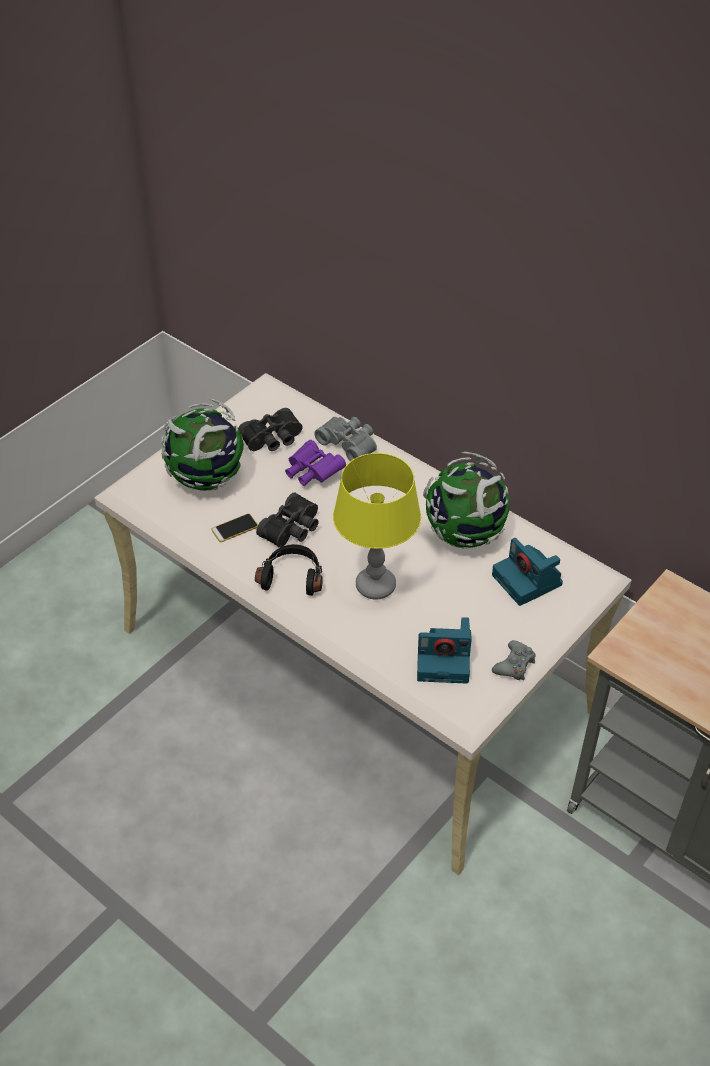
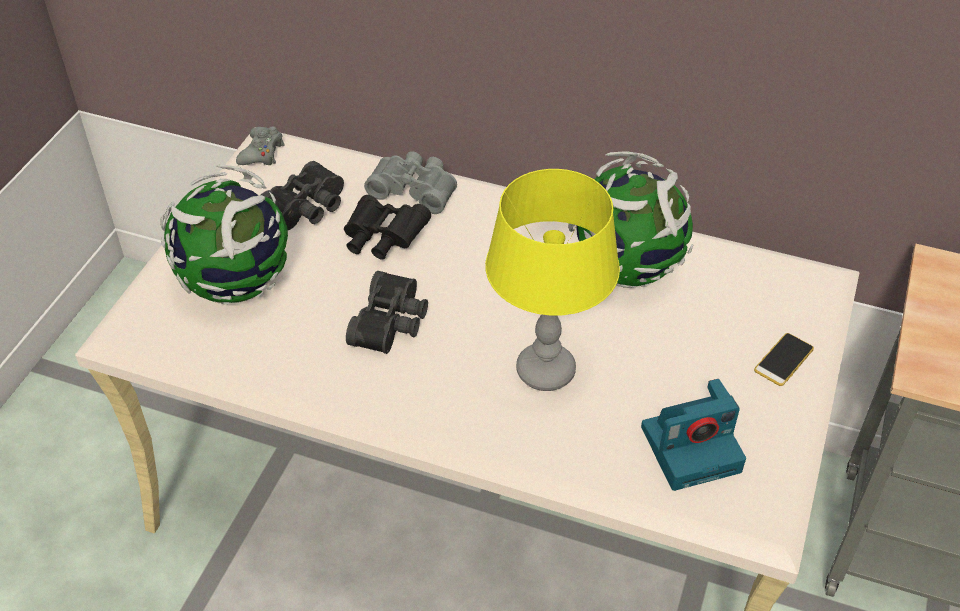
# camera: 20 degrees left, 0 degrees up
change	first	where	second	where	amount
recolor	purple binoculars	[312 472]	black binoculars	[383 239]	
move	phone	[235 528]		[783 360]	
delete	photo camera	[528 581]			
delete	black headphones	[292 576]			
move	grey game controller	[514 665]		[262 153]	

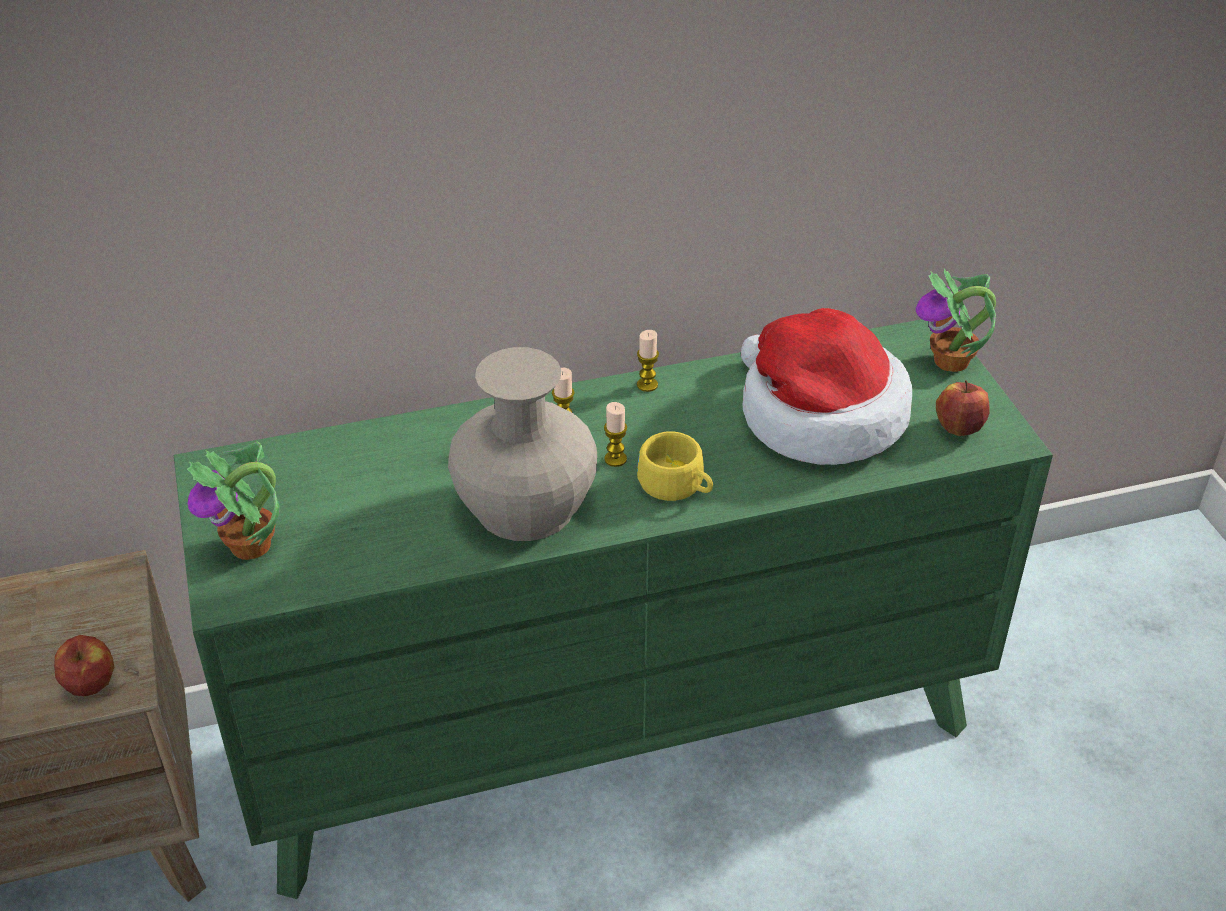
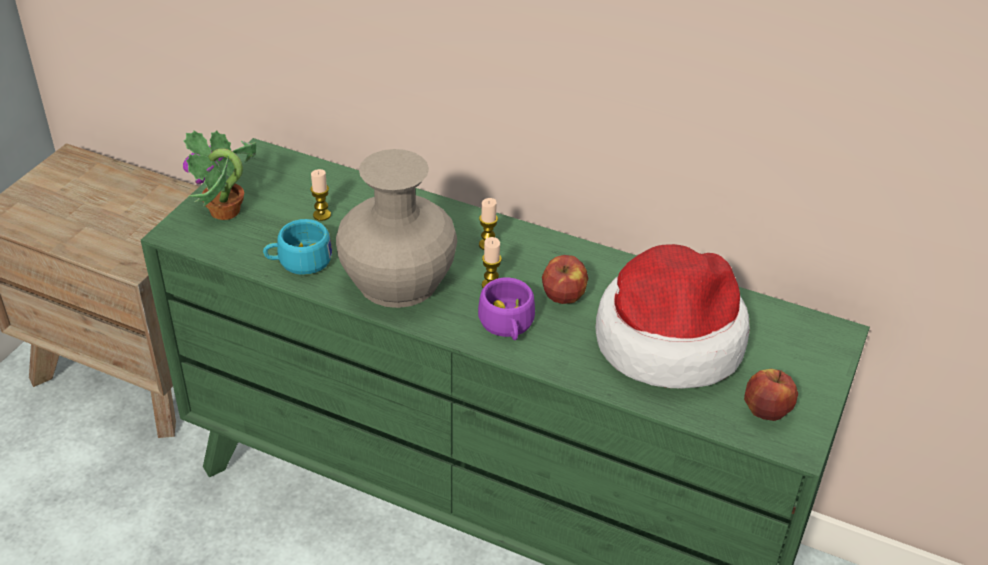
# camera: 40 degrees right, 0 degrees up
change	first	where	second	where	amount
delete	potted plant	[952 362]			
move	candle	[647 385]		[322 215]	
recolor	yellow cup	[677 485]	purple cup	[507 325]	
move	apple	[90 682]		[564 295]	
insert			turquoise cup	[299 261]	

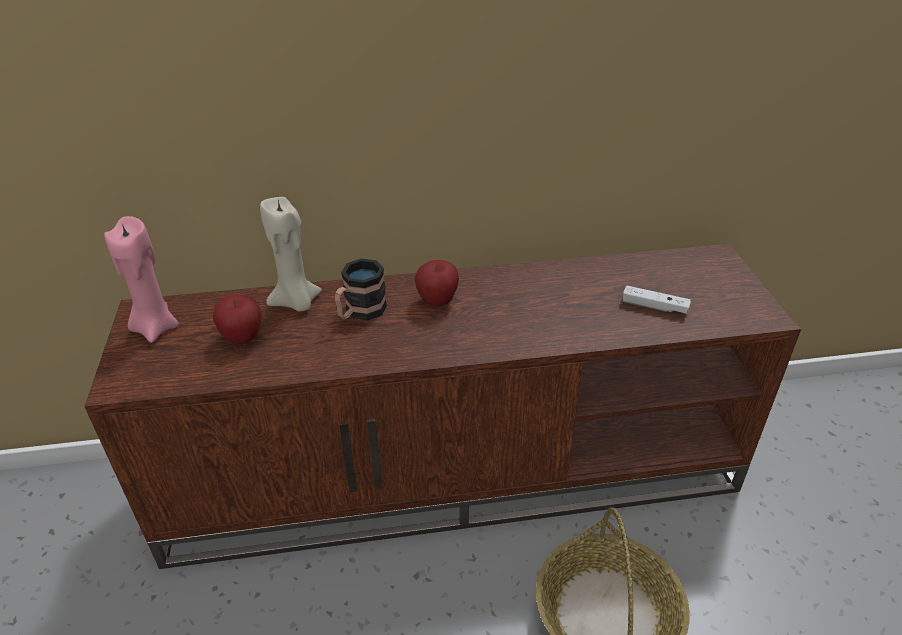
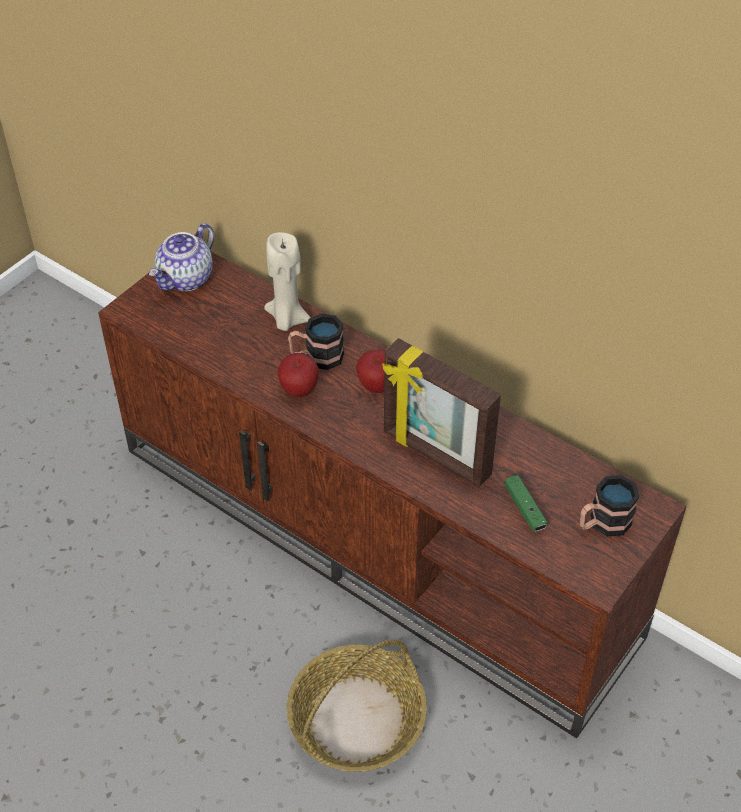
# camera: 45 degrees right, 10 degrees up
change	first	where	second	where	amount
replace	pink candle	[155 328]	teapot	[186 279]	
recolor	white game controller	[654 307]	green game controller	[524 508]	
move	apple	[243 338]		[299 390]	
insert			picture frame	[435 455]	
insert			mug	[603 523]	

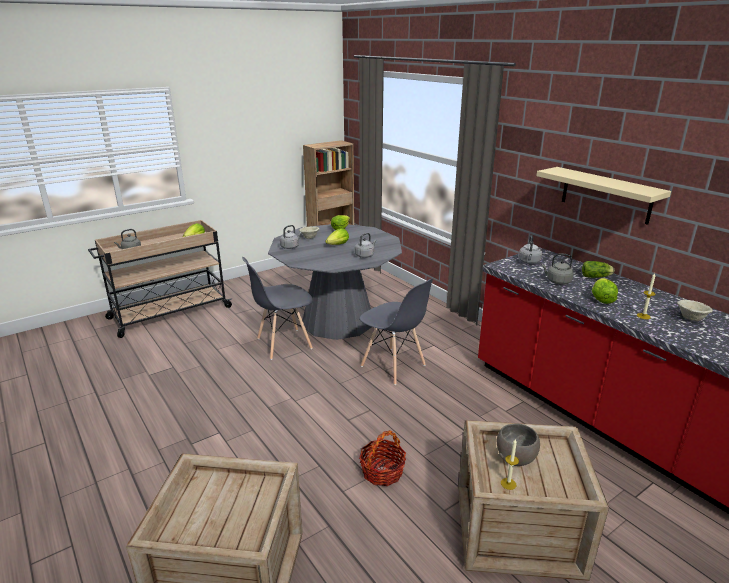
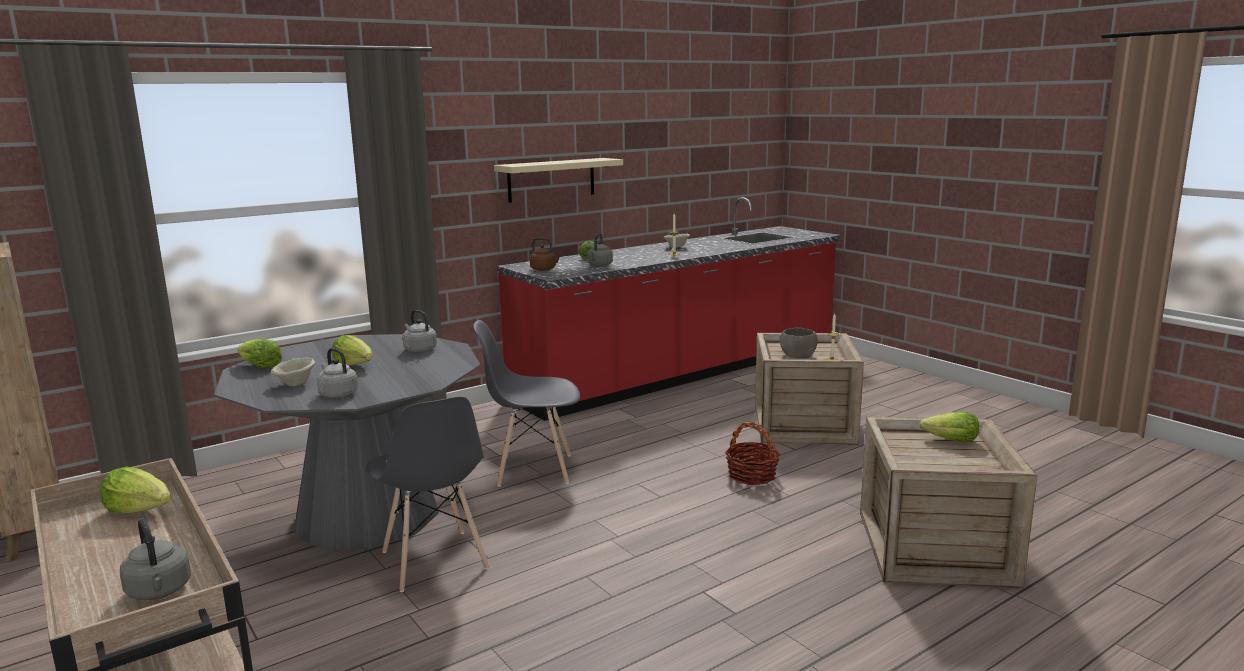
# camera: 90 degrees left, 10 degrees down
change	first	where	second	where	amount
recolor	grey kettle	[529 262]	brown kettle	[544 269]	
move	lettuce	[602 298]		[951 441]	
rotate	grey chair	[393 366]		[534 470]	135 degrees counterclockwise

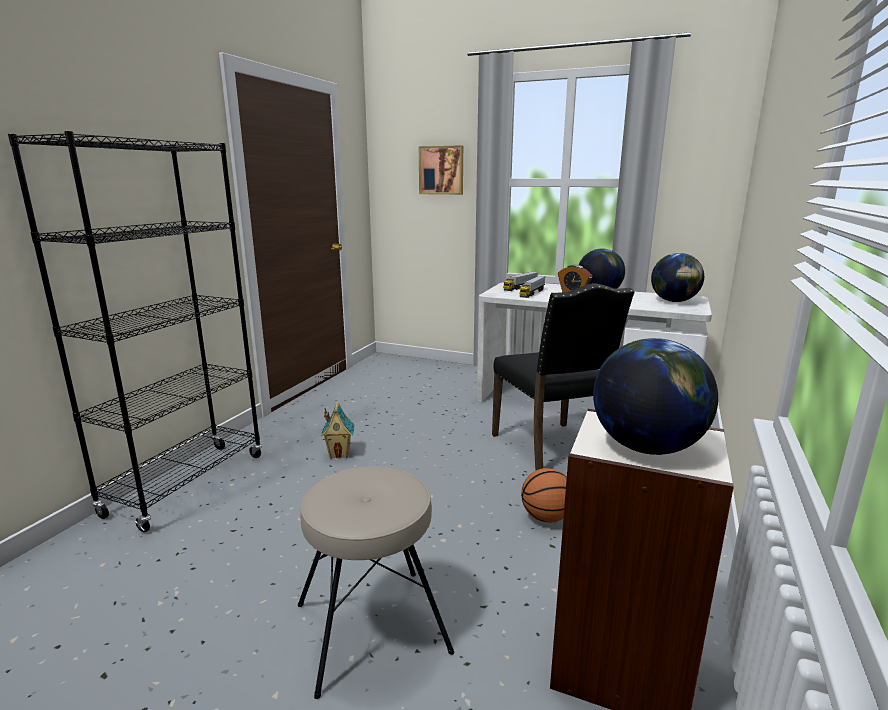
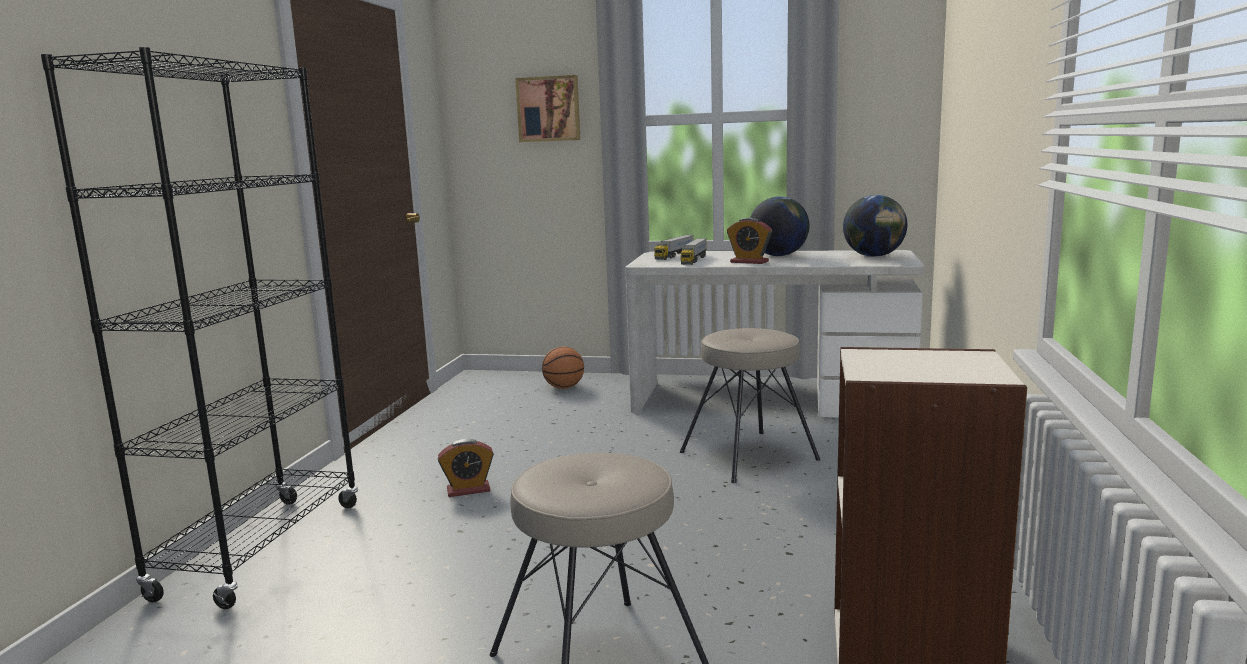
# camera: 10 degrees left, 5 degrees down
change	first	where	second	where	amount
replace	black chair	[551 450]	beige stool	[749 456]	
delete	globe	[646 447]			
replace	toy house	[340 453]	alarm clock	[468 490]	
move	basketball	[546 517]		[564 387]	

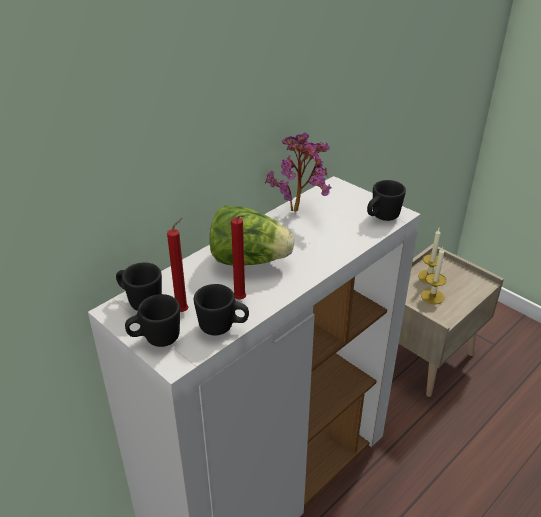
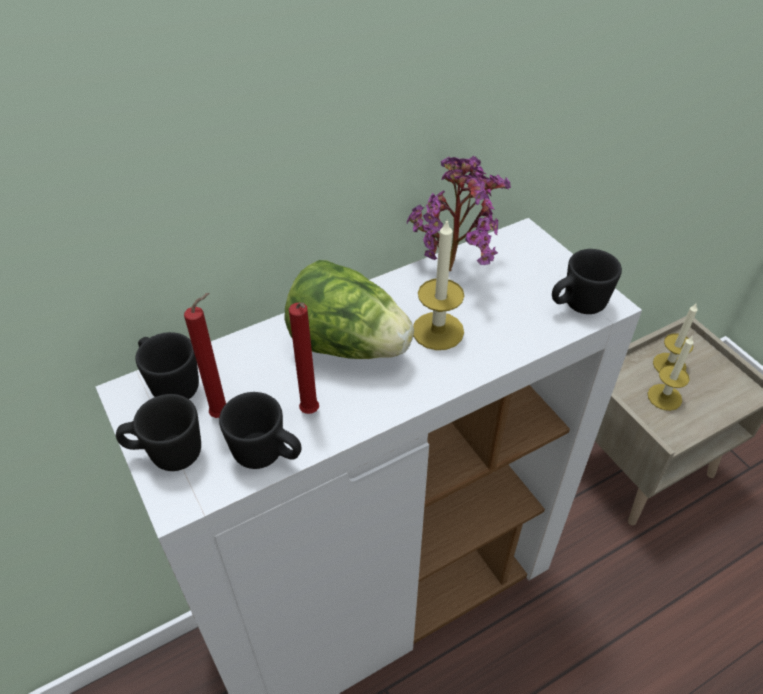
# camera: 15 degrees right, 10 degrees up
change	first	where	second	where	amount
insert			candle	[438 331]	

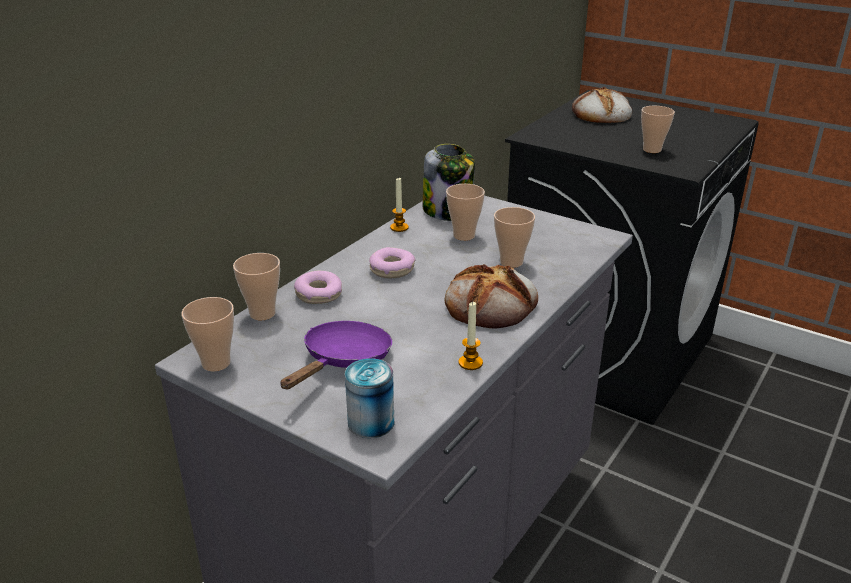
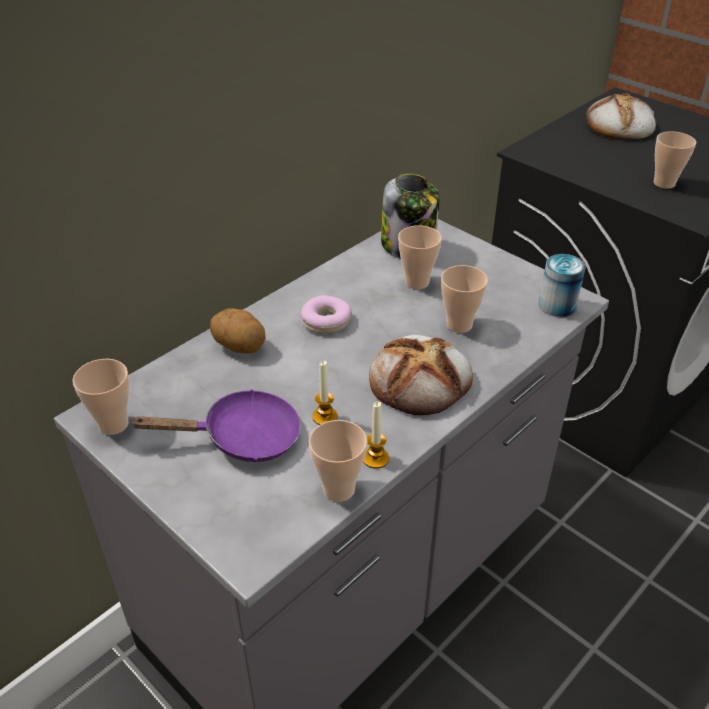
# camera: 10 degrees right, 10 degrees up
change	first	where	second	where	amount
move	candle	[399 227]		[325 417]	
move	cup	[262 313]		[338 489]	
replace	donut	[318 295]	potato	[240 346]	
rotate	purple frying pan	[343 360]		[242 438]	45 degrees clockwise
move	can	[371 422]		[557 305]	

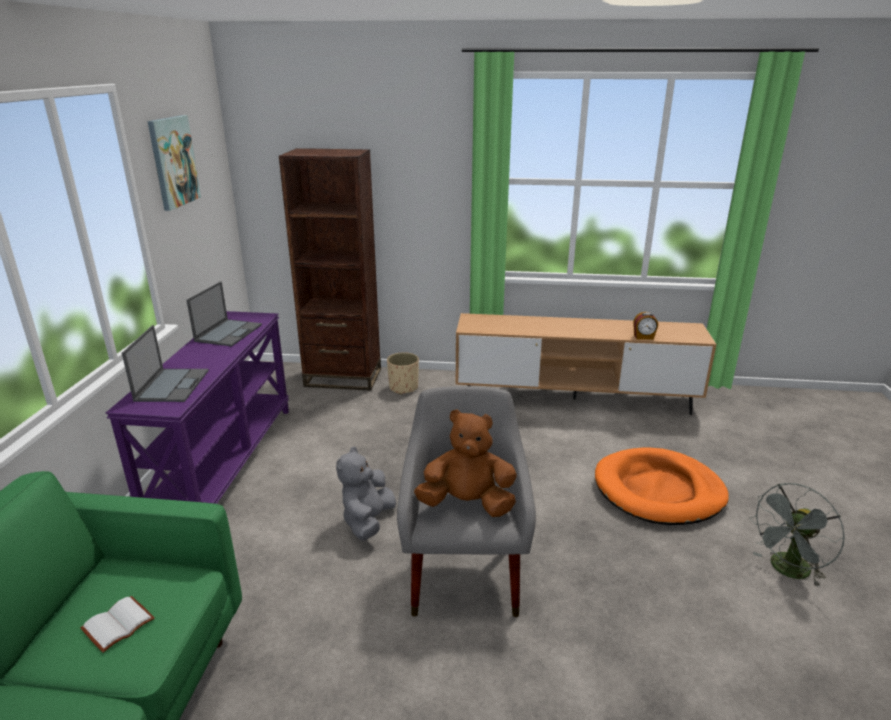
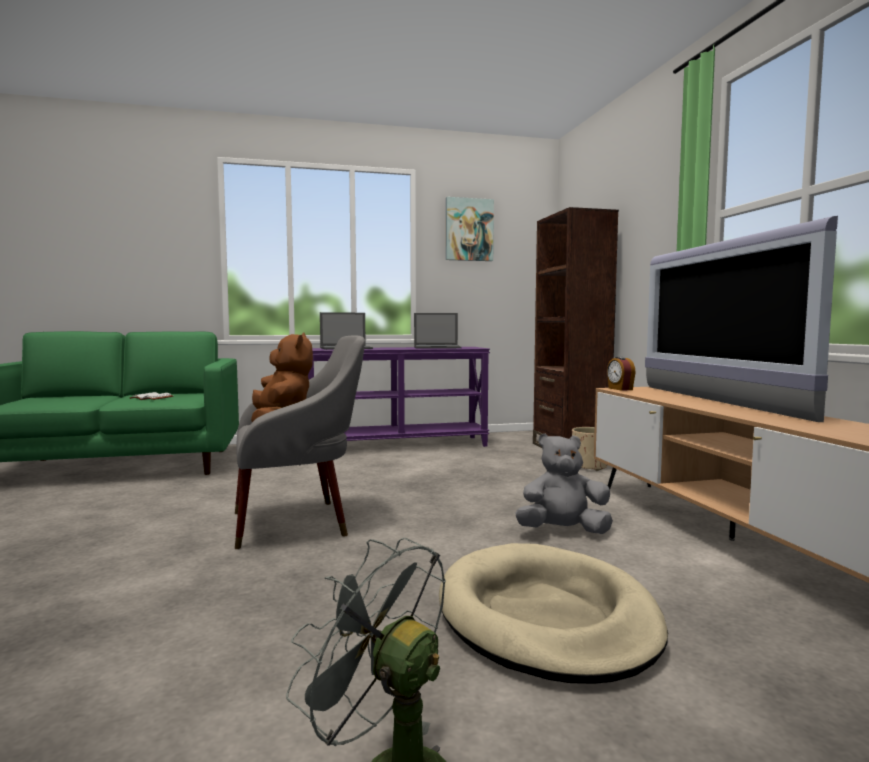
# camera: 70 degrees right, 20 degrees down
change	first	where	second	where	amount
move	alarm clock	[643 337]		[620 389]	
move	grey plush toy	[368 521]		[563 531]	
recolor	orange dog bed	[658 491]	beige dog bed	[546 617]	
insert			television	[714 401]	

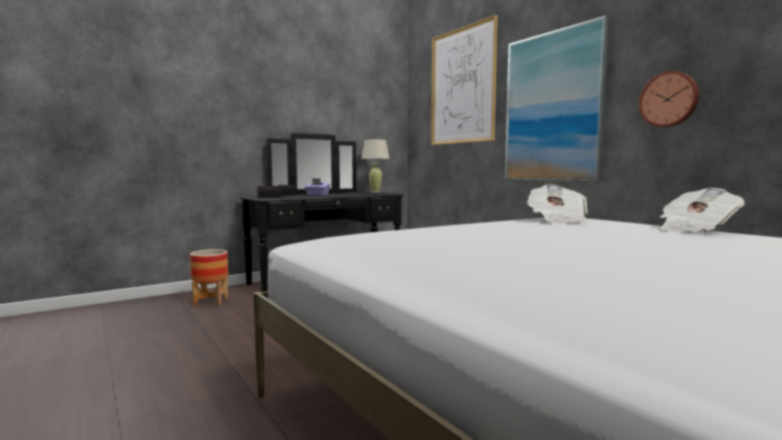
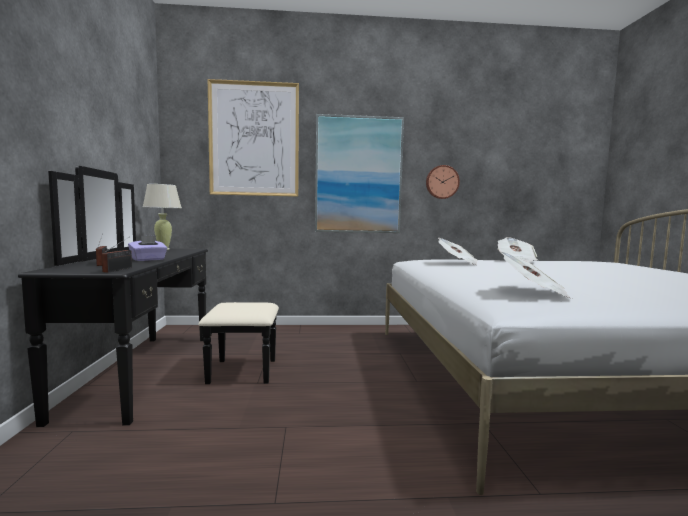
# camera: 60 degrees left, 0 degrees up
change	first	where	second	where	amount
delete	planter	[210 301]			
insert			newspaper	[534 292]	

